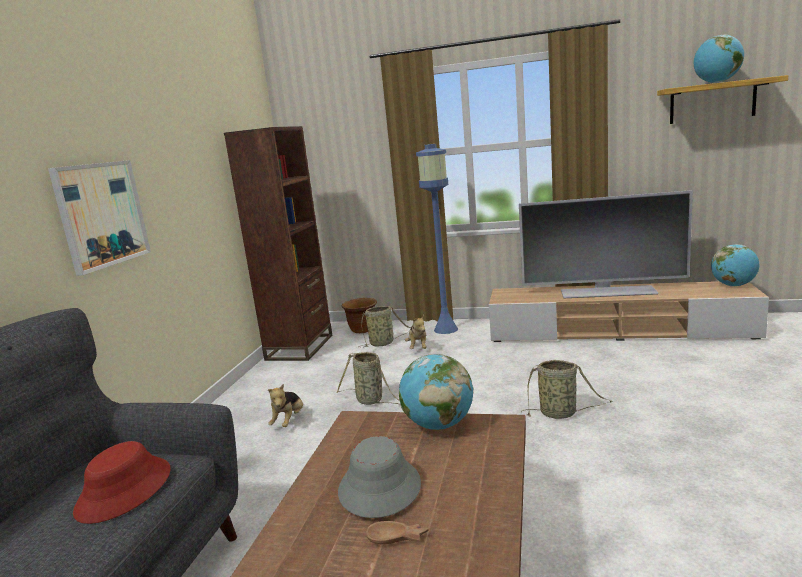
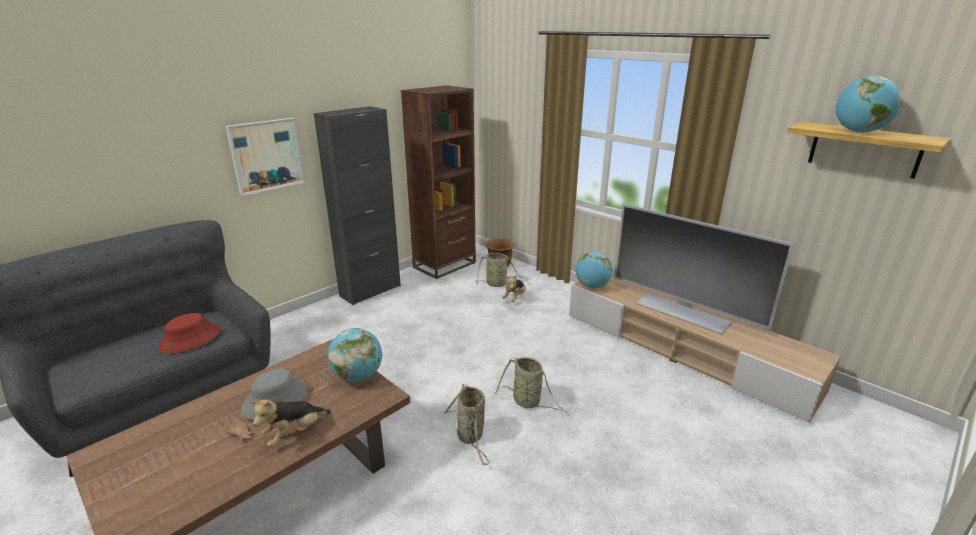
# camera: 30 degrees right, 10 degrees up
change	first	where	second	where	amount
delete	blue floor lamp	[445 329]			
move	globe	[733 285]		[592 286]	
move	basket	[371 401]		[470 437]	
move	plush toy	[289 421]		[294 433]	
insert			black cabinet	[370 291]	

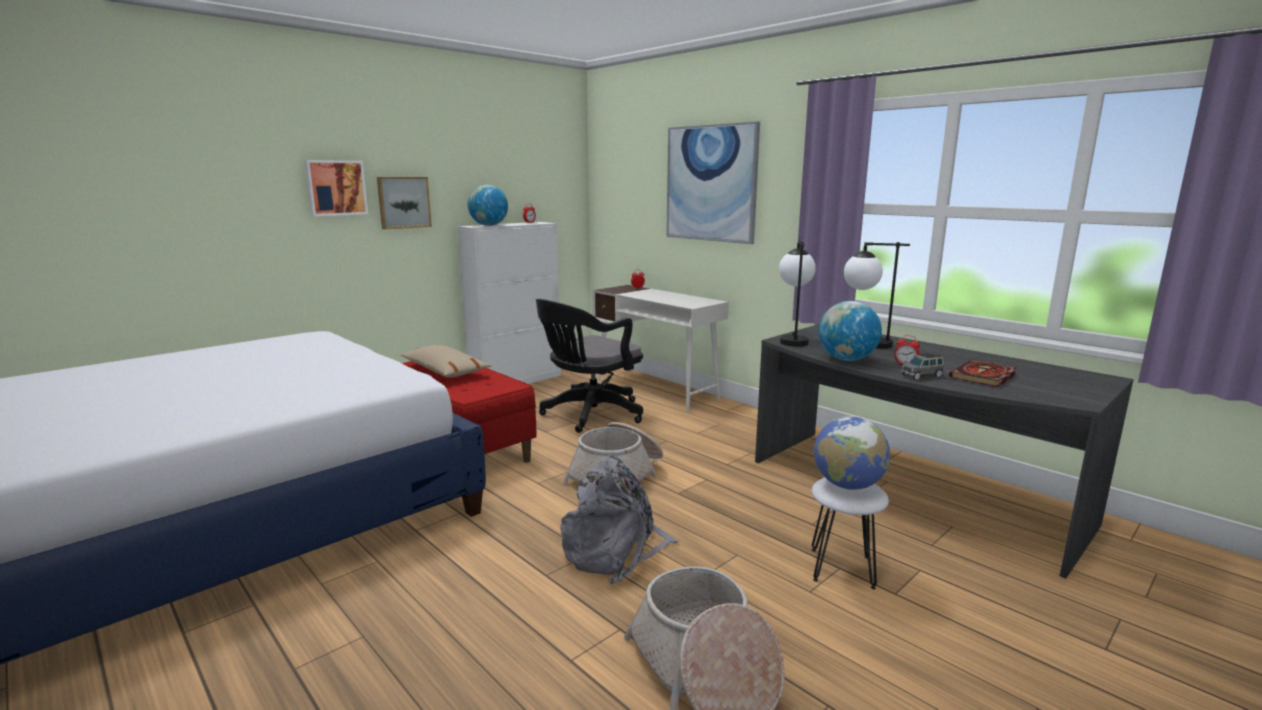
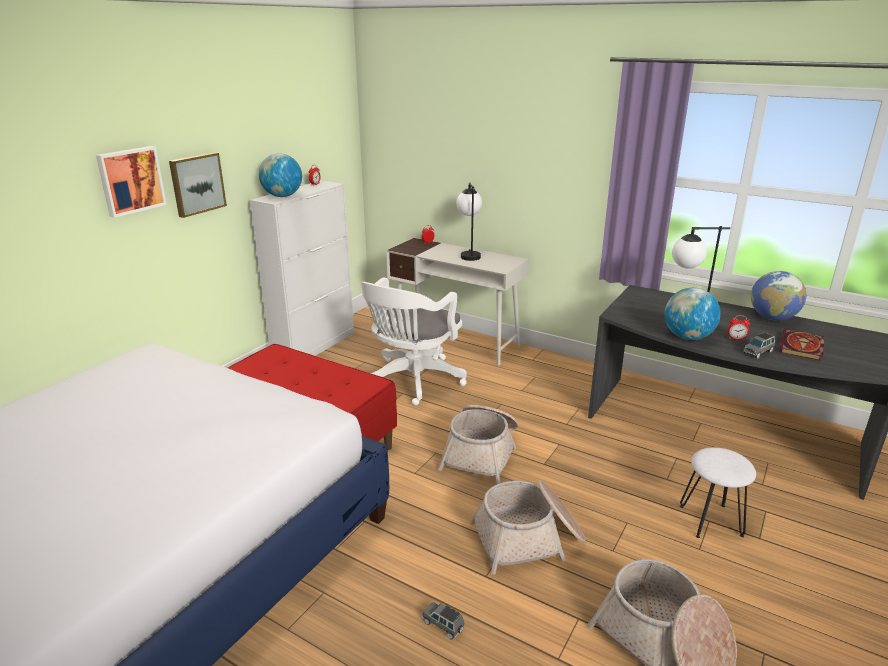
# camera: 15 degrees left, 10 degrees up
change	first	where	second	where	amount
delete	picture	[711 183]			
move	table lamp	[792 340]		[469 254]	
recolor	black office chair	[589 415]	white office chair	[412 381]	
delete	beige pillow	[445 371]			
move	globe	[848 485]		[772 318]	
replace	grey backpack	[615 552]	basket	[529 539]	
insert			grey toy car	[443 625]	

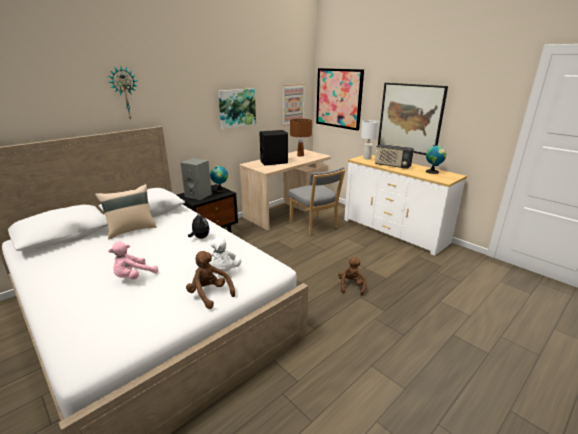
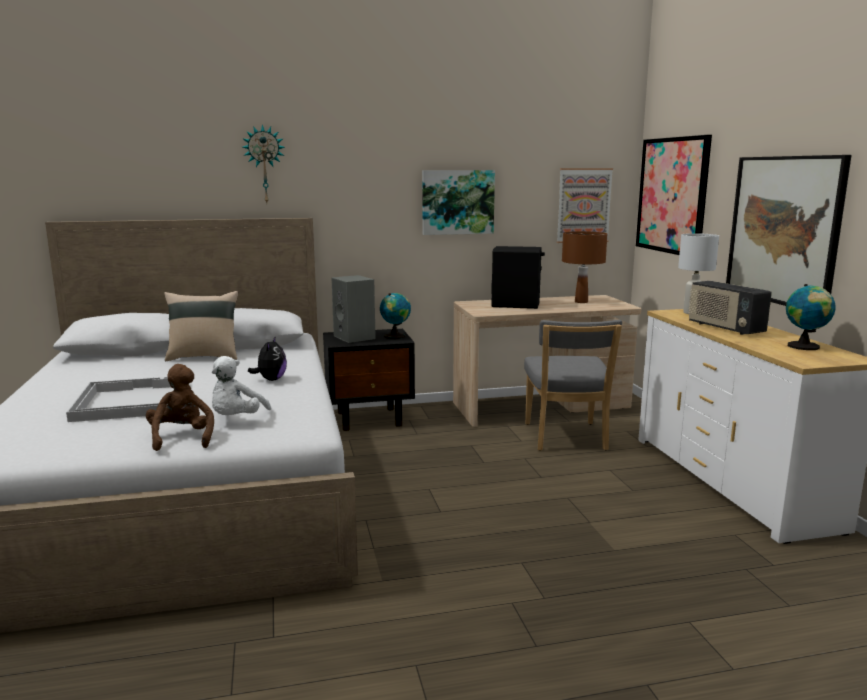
# camera: 30 degrees right, 10 degrees down
change	first	where	second	where	amount
replace	pink plush toy	[134 277]	white tray	[131 401]	
delete	brown plush toy	[351 286]			

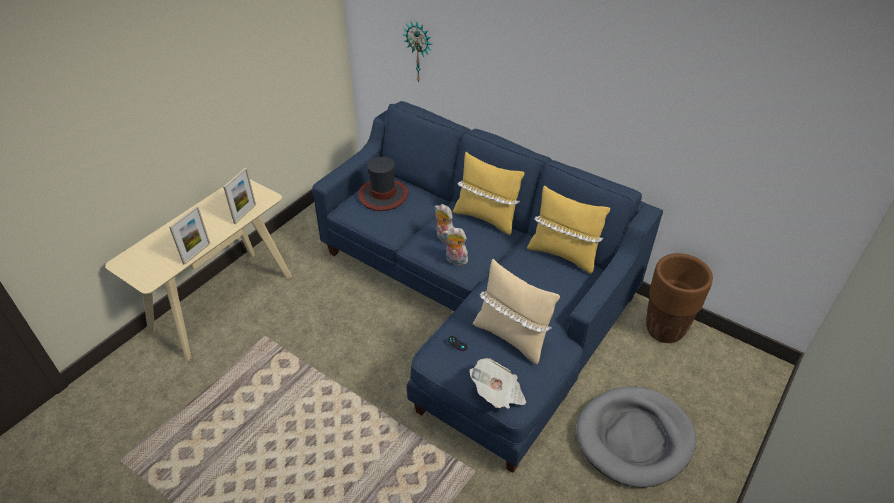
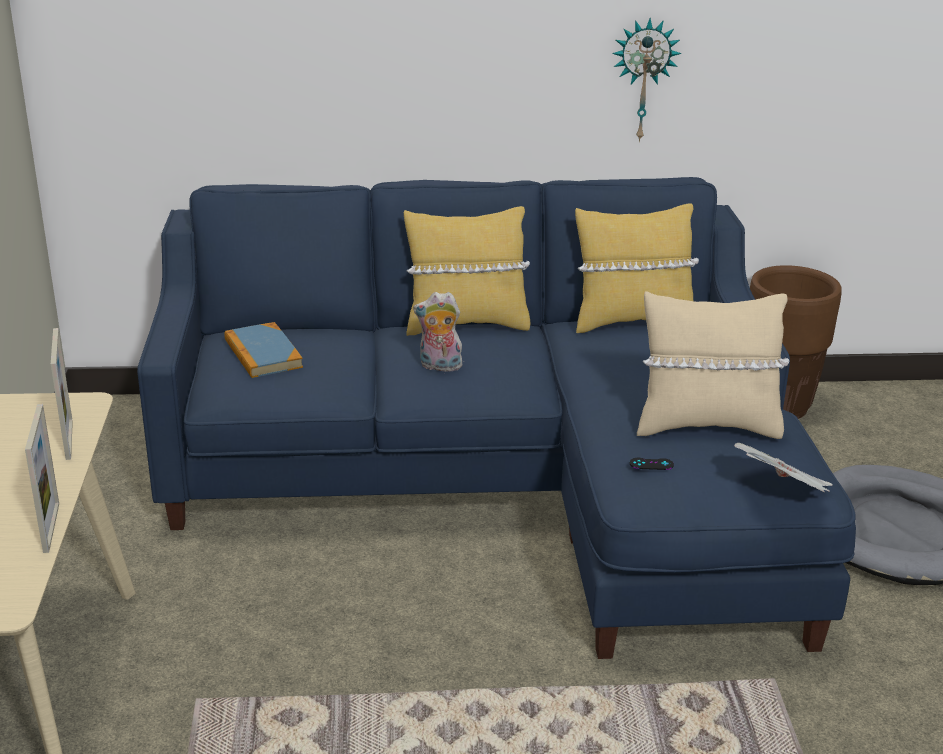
# camera: 40 degrees left, 15 degrees down
change	first	where	second	where	amount
move	wall clock	[419 52]		[643 79]	
replace	hat	[383 195]	book	[263 354]	
delete	plush toy	[455 261]			

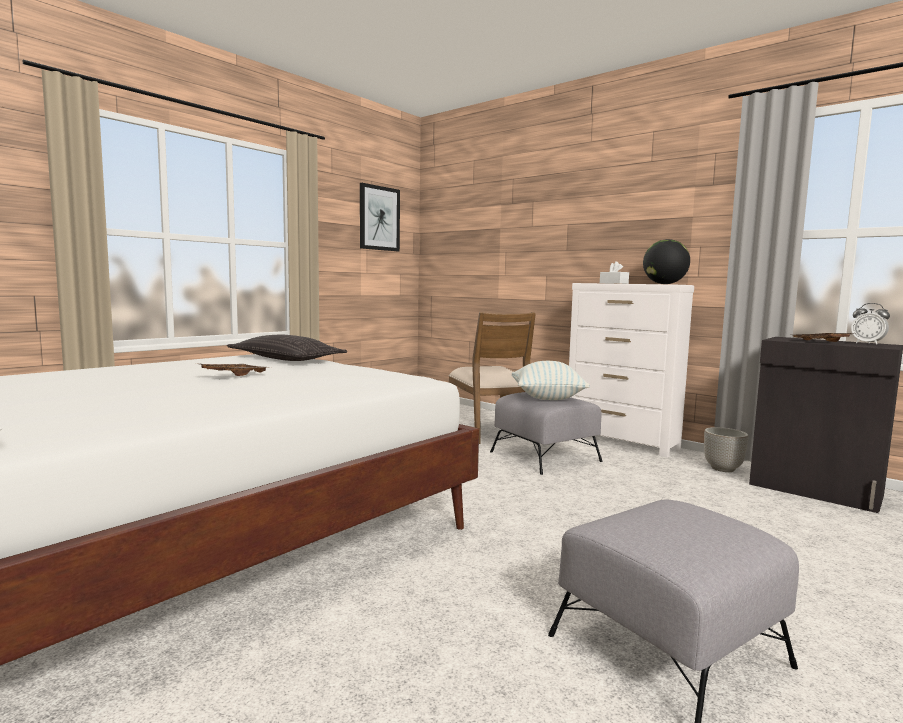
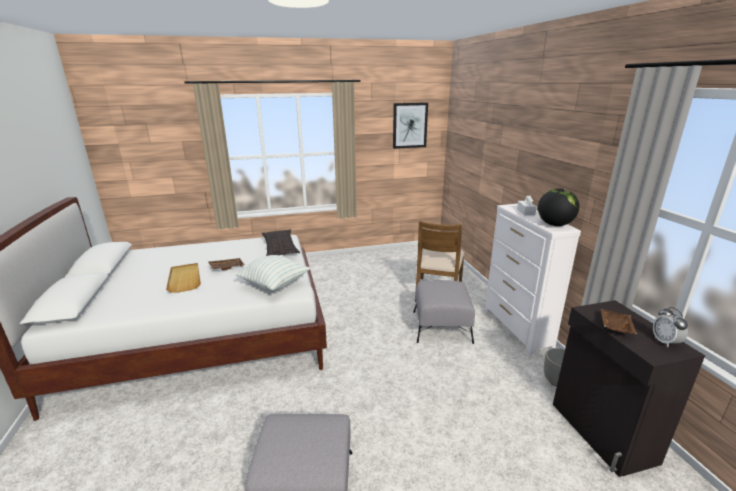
# camera: 35 degrees right, 15 degrees up
change	first	where	second	where	amount
move	pillow	[547 398]		[274 285]	
insert			beige tray	[185 279]	

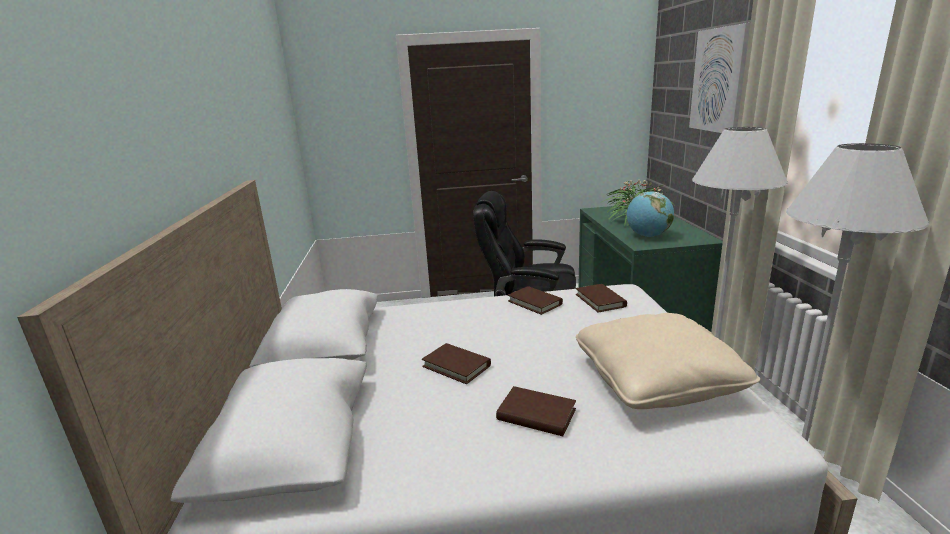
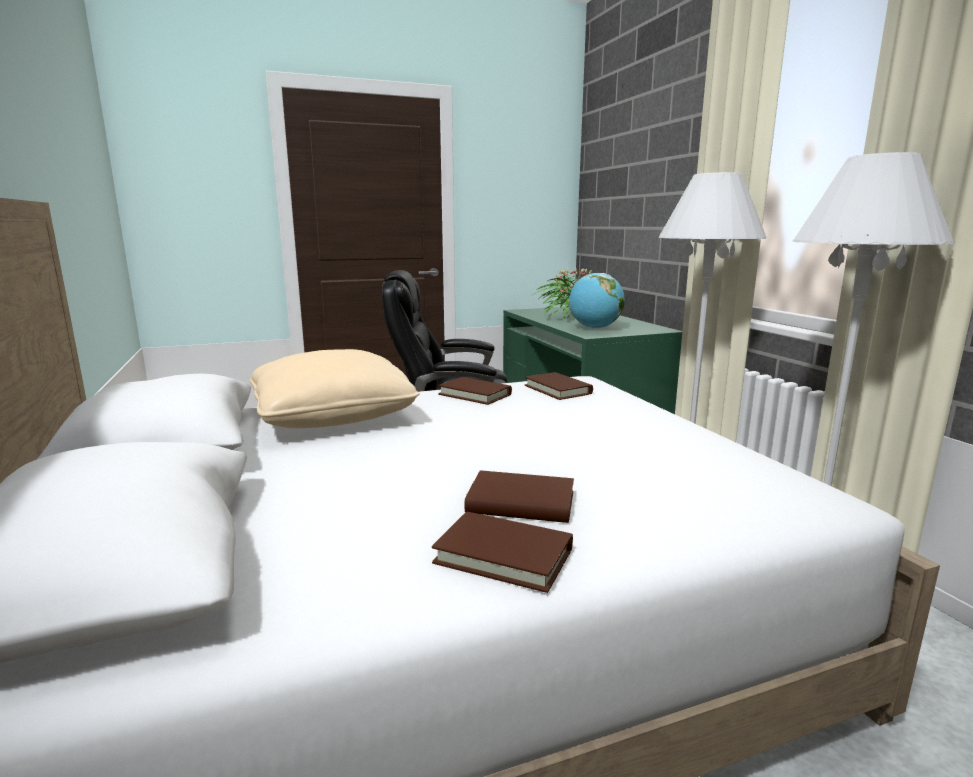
# camera: 15 degrees left, 5 degrees down
change	first	where	second	where	amount
delete	picture	[719 80]			
move	beige pillow	[657 380]		[333 415]	
move	brown book	[456 366]		[504 556]	

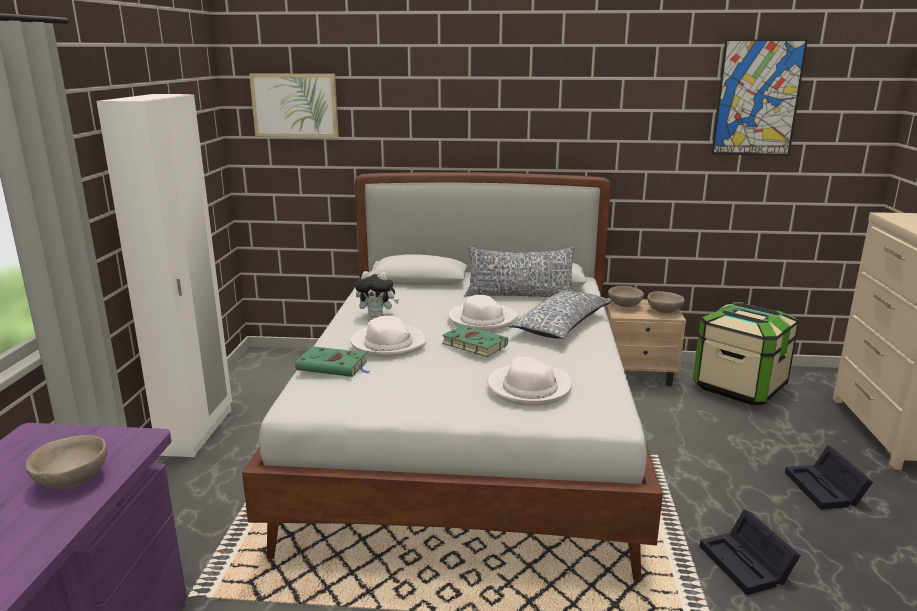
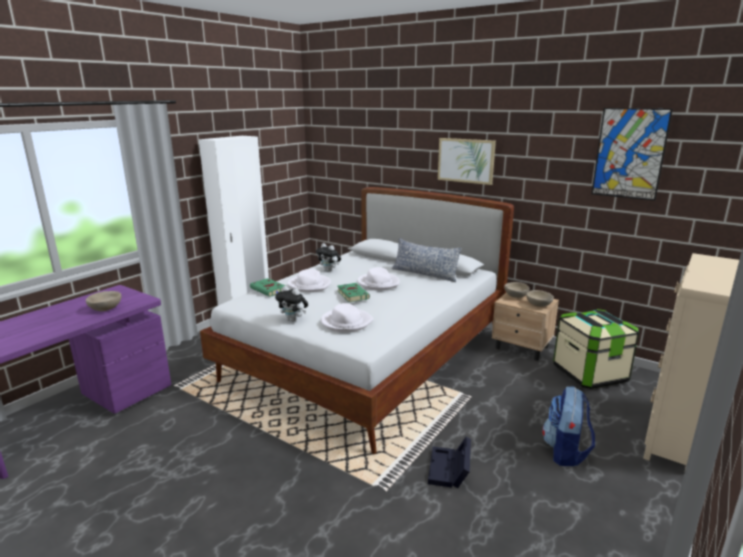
# camera: 30 degrees right, 0 degrees up
change	first	where	second	where	amount
move	picture	[295 105]		[466 160]	
delete	pillow	[562 325]			
replace	black storage box	[826 490]	backpack	[565 452]	
insert			plush toy	[293 320]	

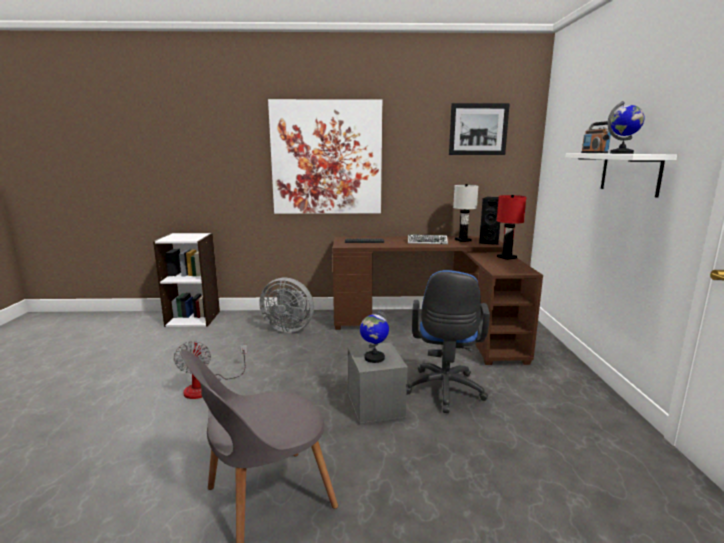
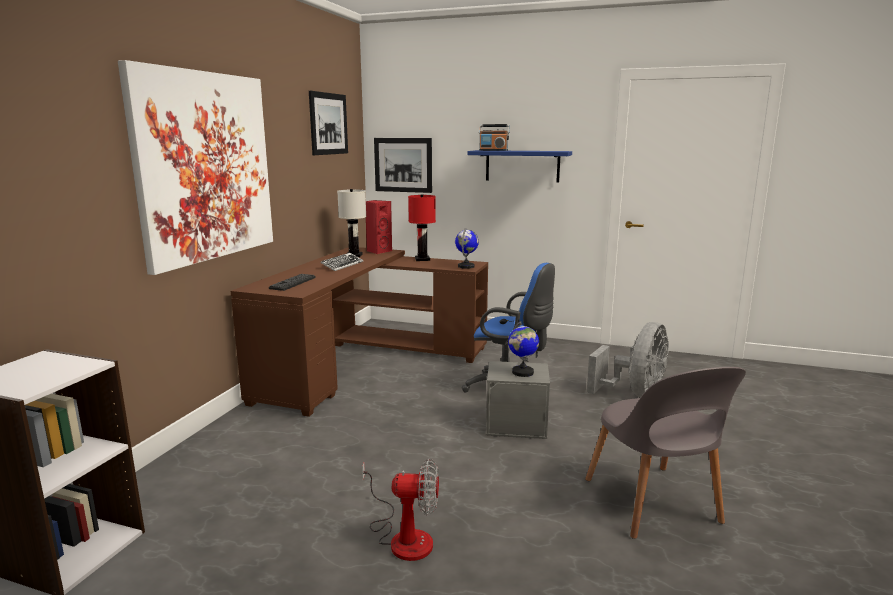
# camera: 70 degrees left, 0 degrees up
change	first	where	second	where	amount
move	globe	[621 153]		[466 266]	
recolor	white shelf	[630 173]	blue shelf	[522 166]	
recolor	black speaker	[489 242]	red speaker	[378 251]	
move	grey fan	[289 328]		[634 393]	
insert			picture	[403 165]	

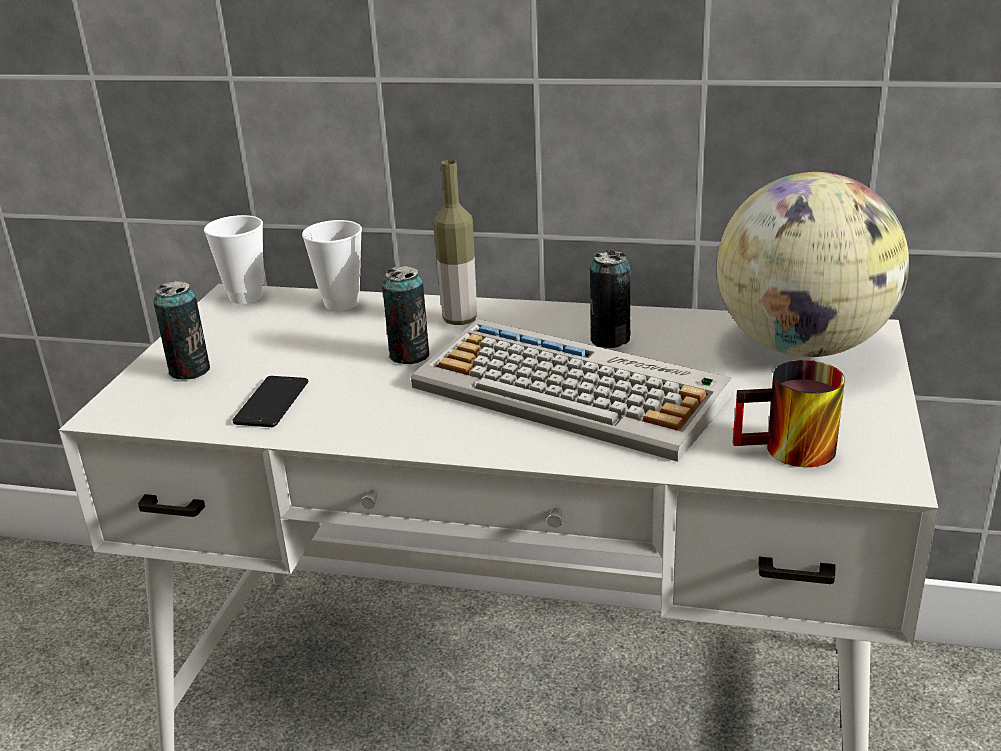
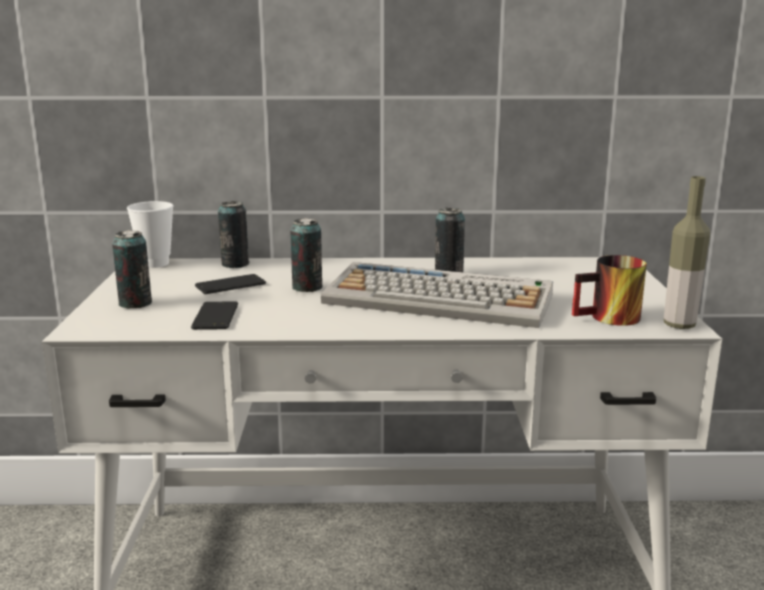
# camera: 15 degrees left, 10 degrees down
change	first	where	second	where	amount
move	bottle	[460 320]		[679 325]	
delete	globe	[803 347]			
replace	cup	[341 303]	can	[235 264]	
insert			phone	[230 285]	

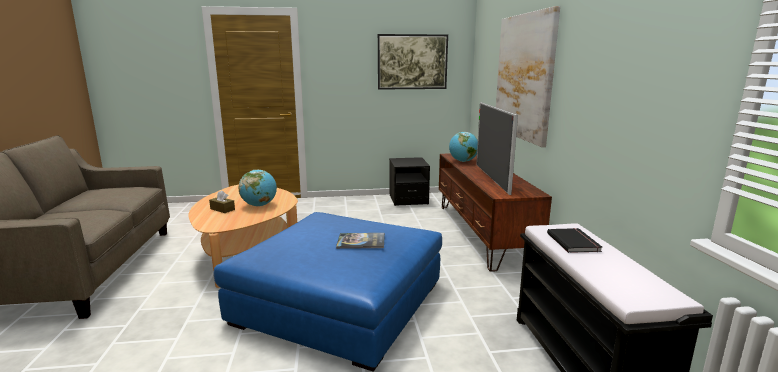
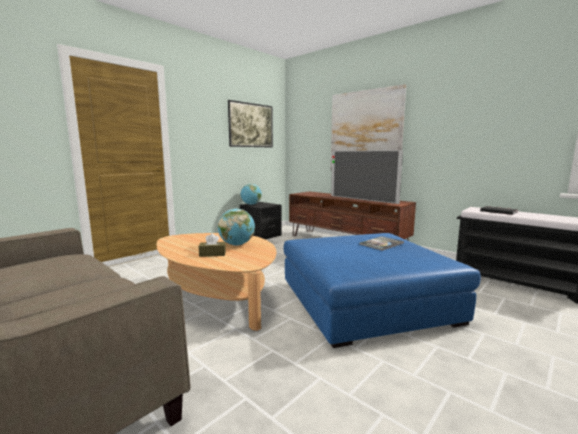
# camera: 40 degrees left, 5 degrees down
change	first	where	second	where	amount
move	globe	[463 161]		[251 204]	

